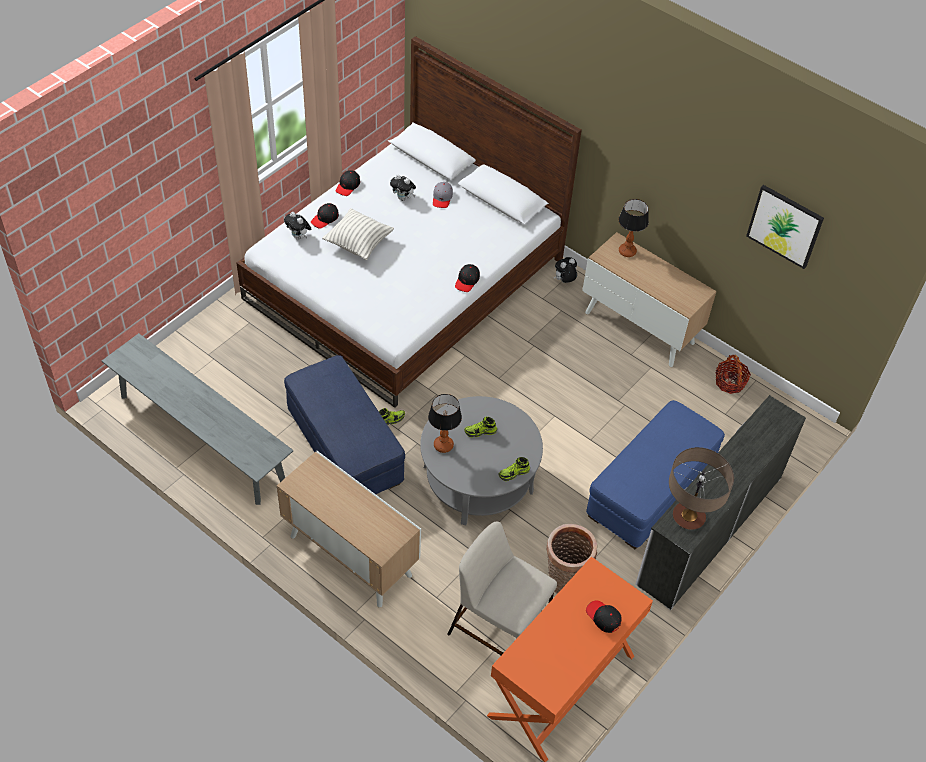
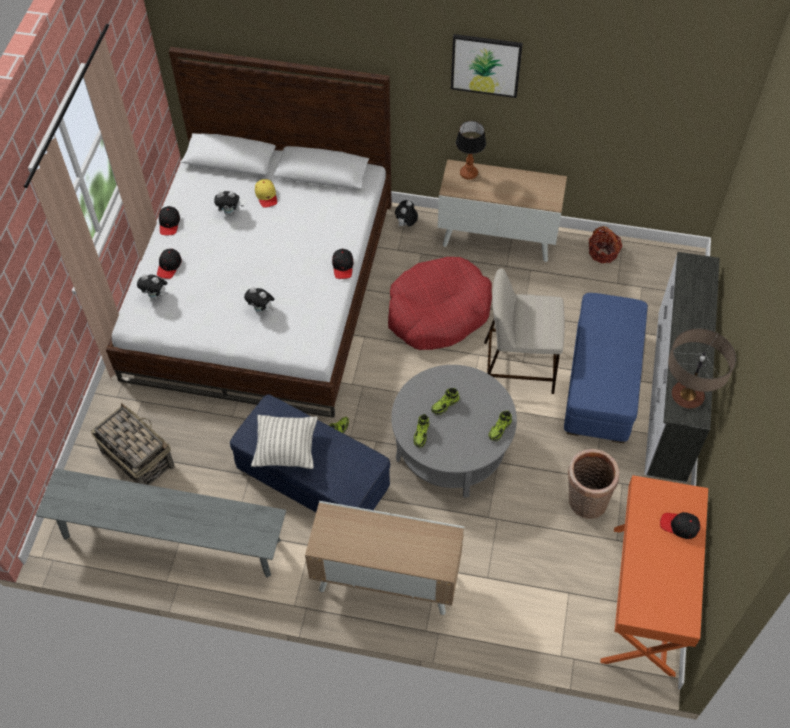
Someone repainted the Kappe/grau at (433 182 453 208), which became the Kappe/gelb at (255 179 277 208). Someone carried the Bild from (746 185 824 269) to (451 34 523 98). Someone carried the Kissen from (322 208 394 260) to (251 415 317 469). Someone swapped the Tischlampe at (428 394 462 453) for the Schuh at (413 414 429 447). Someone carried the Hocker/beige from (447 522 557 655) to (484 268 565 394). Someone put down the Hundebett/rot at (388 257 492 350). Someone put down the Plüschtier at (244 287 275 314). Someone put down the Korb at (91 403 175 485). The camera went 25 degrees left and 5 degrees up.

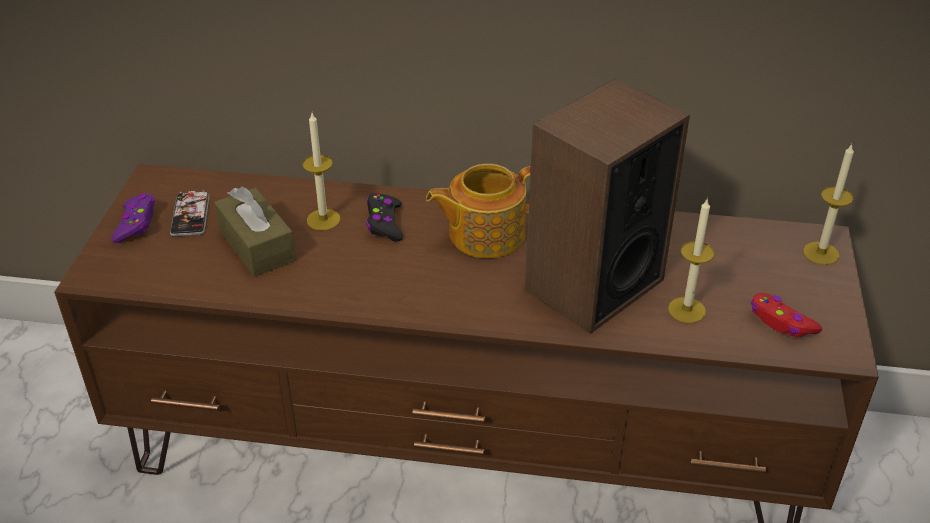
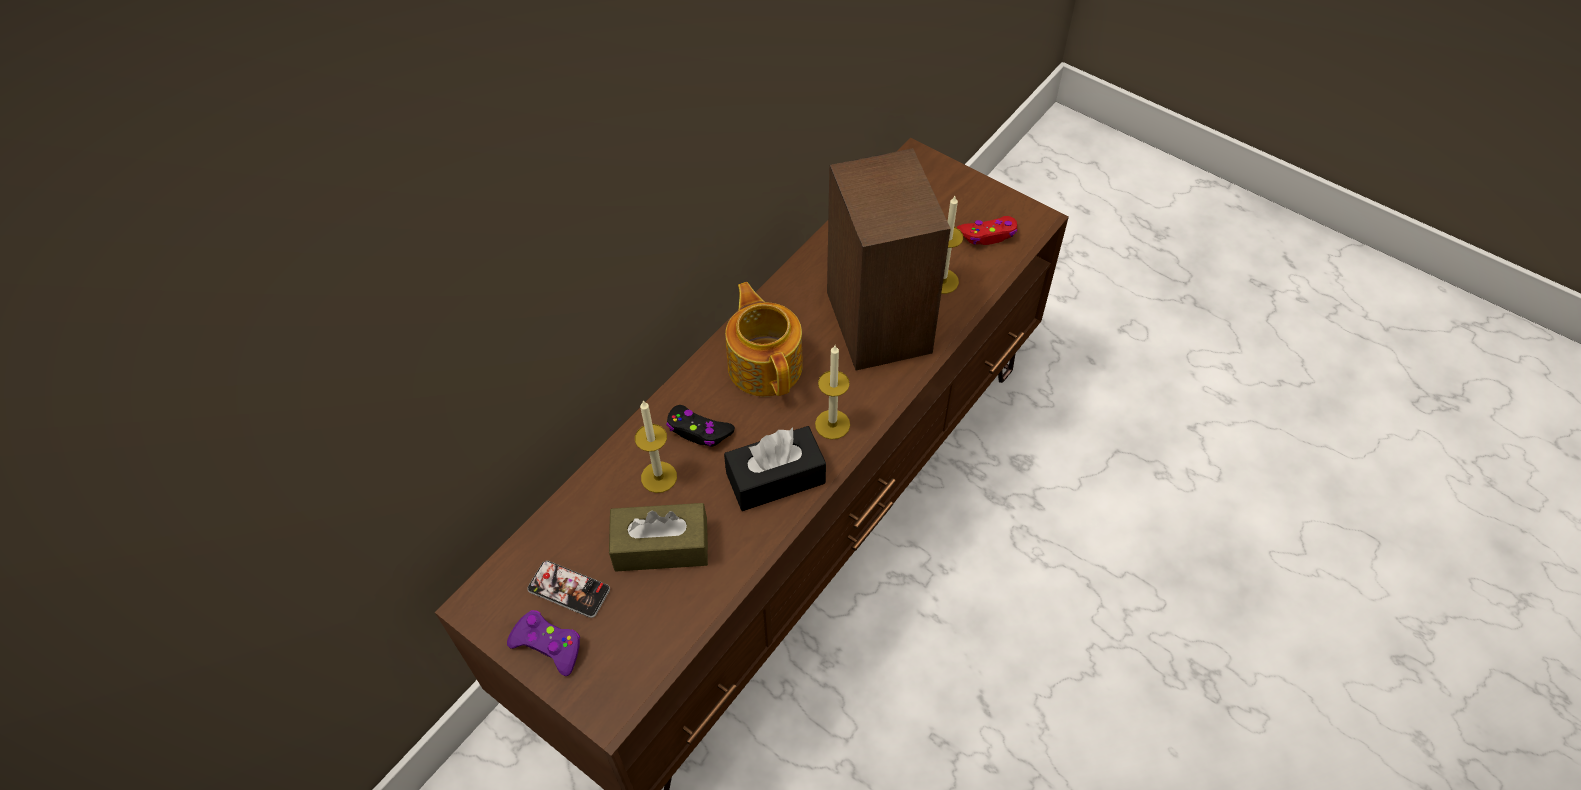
Someone carried the Kerze from (803 144 854 265) to (815 345 850 439). Someone rotated the Teekanne at (426 164 531 258) by 150 degrees clockwise. Someone put down the Taschentuchbox/schwarz at (724 426 826 511). The camera went 60 degrees left and 15 degrees up.

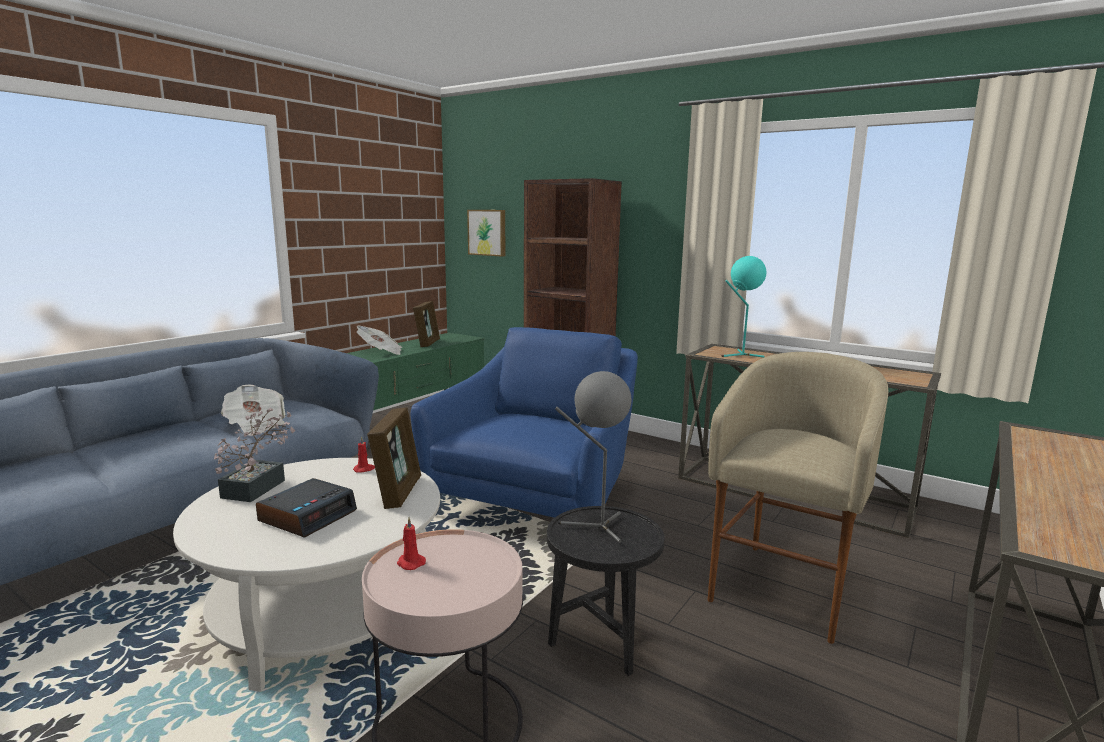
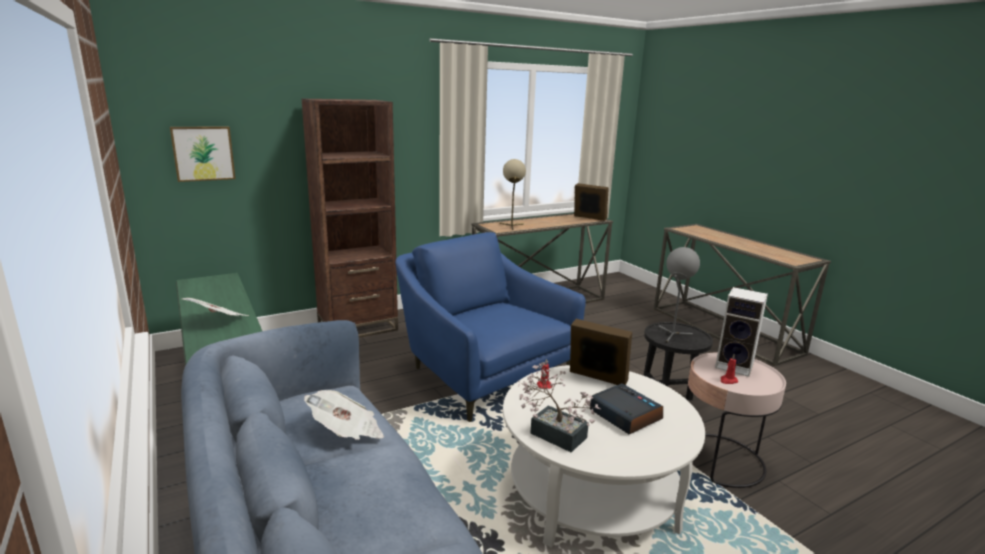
Someone repainted the Tischlampe/türkis at (722 256 766 358), which became the Tischlampe/beige at (499 159 526 230). Someone carried the Bilderrahmen from (413 301 440 347) to (574 183 609 221). Someone took away the Hocker/beige at (708 352 888 644). Someone put down the Lautsprecher at (715 287 768 377). The camera went 65 degrees left and 5 degrees up.

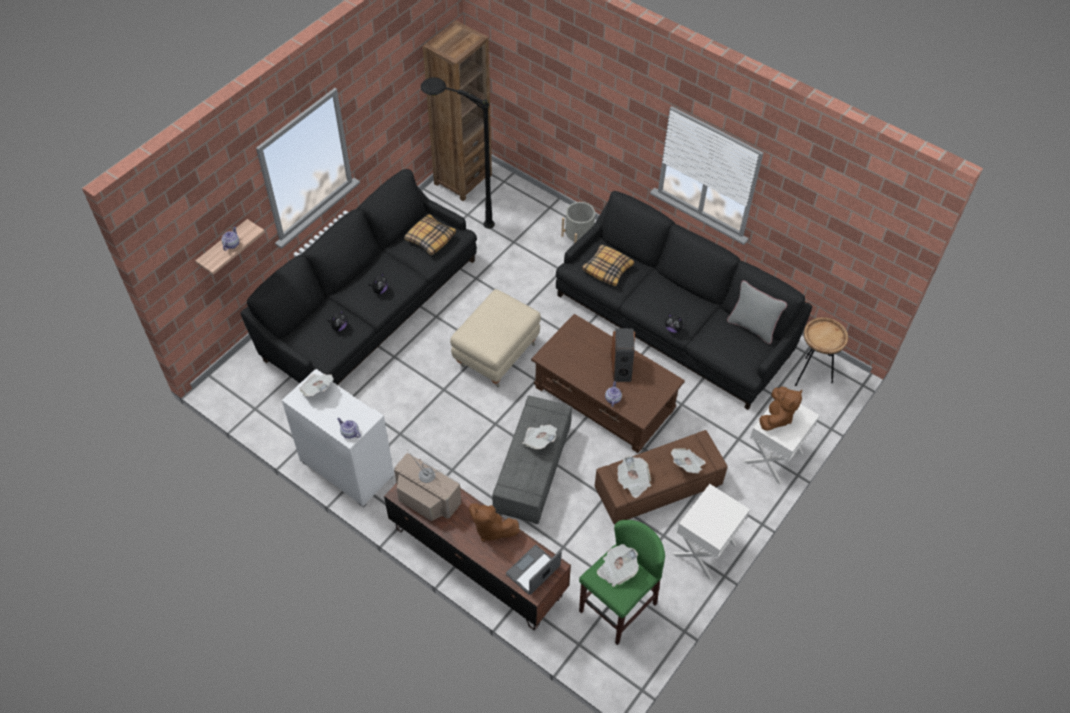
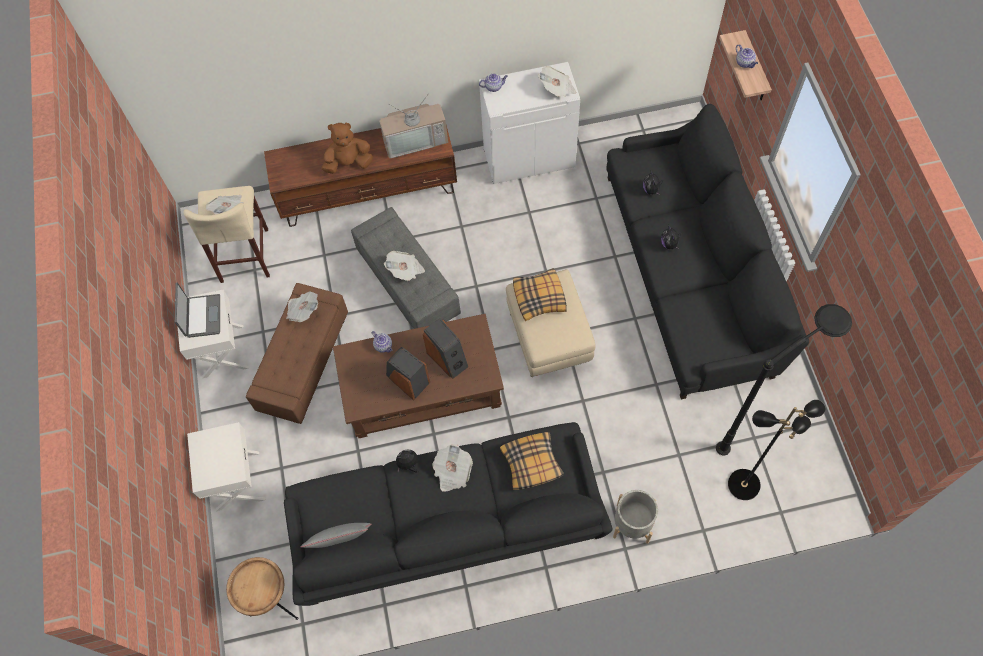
Someone took away the Bücherregal/braun at (423 20 492 201). Someone carried the Kissen from (404 214 456 256) to (513 268 567 321). Someone took away the Plüschtier/braun at (759 386 802 431). Someone carried the Zeitung from (671 448 706 474) to (432 444 473 492). Someone repainted the Hocker/grün at (579 520 665 645), which became the Hocker/beige at (184 186 270 283). Someone carried the Laptop from (506 544 561 595) to (175 283 220 338). Someone put down the Lautsprecher at (423 318 468 379). Someone put down the Stehlampe/schwarz at (728 400 825 500). The camera went 135 degrees right and 10 degrees up.

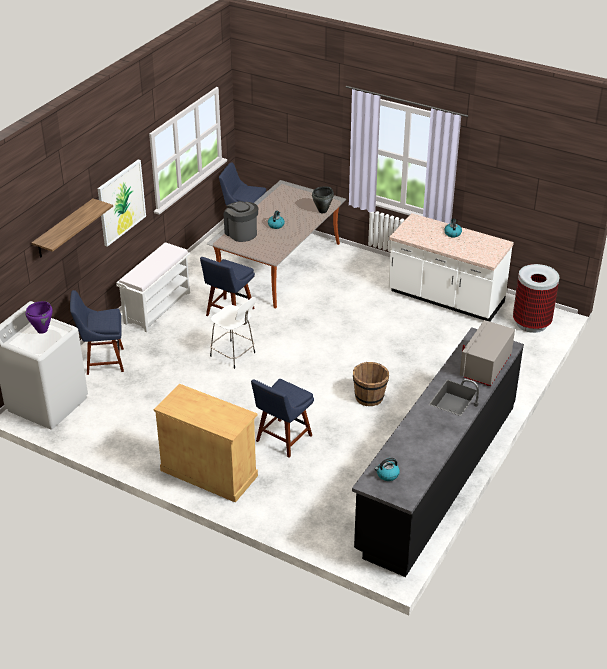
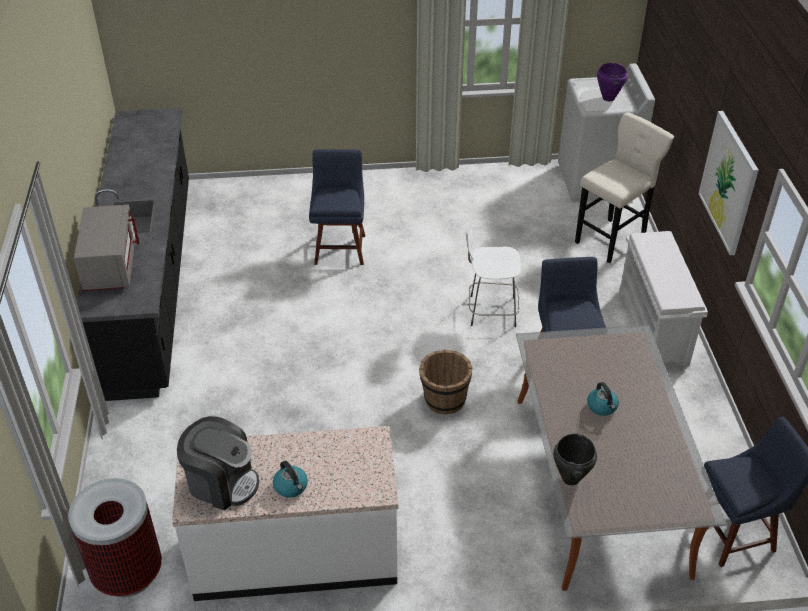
Someone took away the Wandregal at (32 199 113 258). Someone carried the Kaffeemaschine from (224 201 258 242) to (177 416 259 510). Someone swapped the Stuhl/blau at (70 290 124 375) for the Hocker/beige at (575 112 674 263). Someone carried the Eimer/braun from (353 362 389 406) to (419 350 473 414). Someone took away the Schrank/beige at (154 384 258 503). Someone took away the Wasserkessel at (375 458 400 481). The camera went 145 degrees right and 5 degrees up.

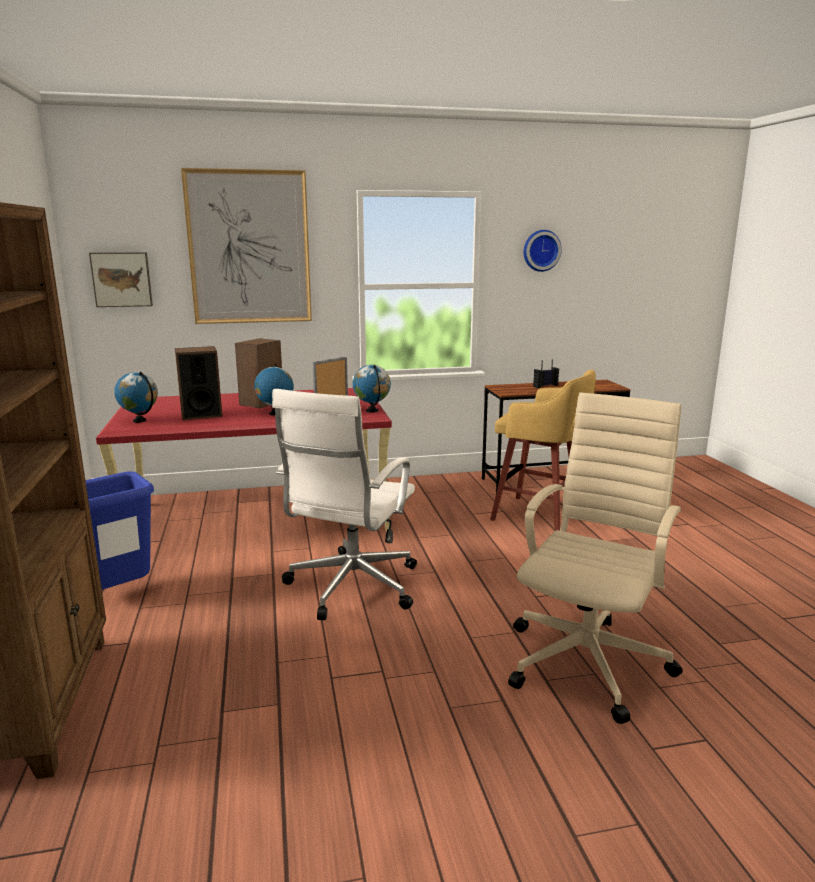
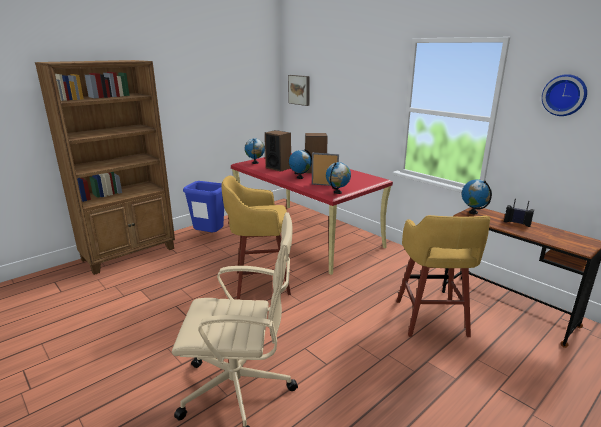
Someone took away the Bild at (181 168 312 324). Someone swapped the Bürostuhl/weiß at (272 389 417 620) for the Hocker/gelb at (221 175 291 299). Someone put down the Globus at (462 179 492 214). The camera went 60 degrees right and 5 degrees up.

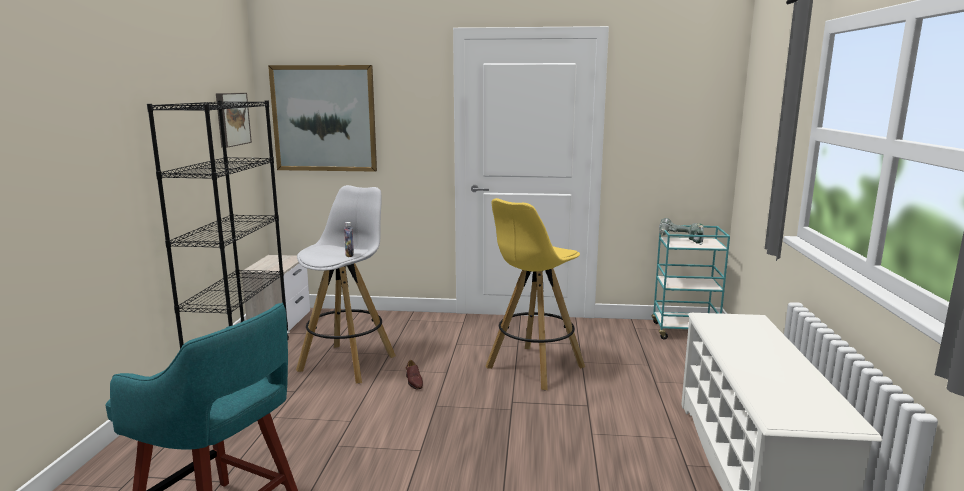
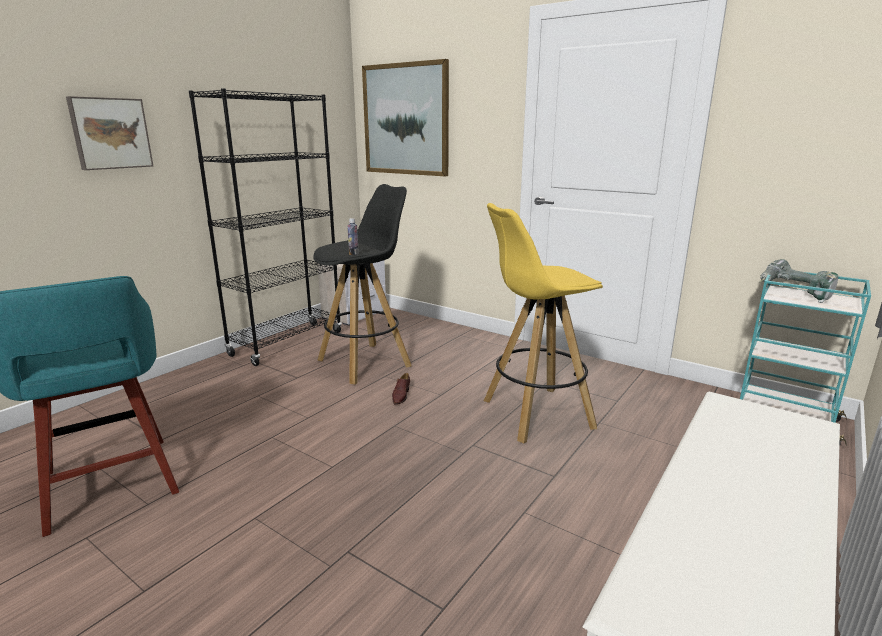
Someone carried the Bild from (216 93 252 148) to (66 96 153 170). Someone repainted the Hocker/weiß at (296 185 396 384), which became the Hocker/schwarz at (313 184 411 385). The camera went 30 degrees right and 5 degrees up.

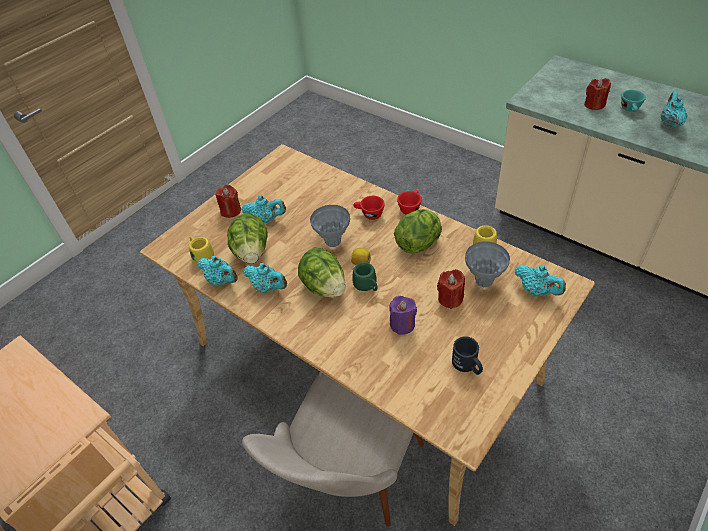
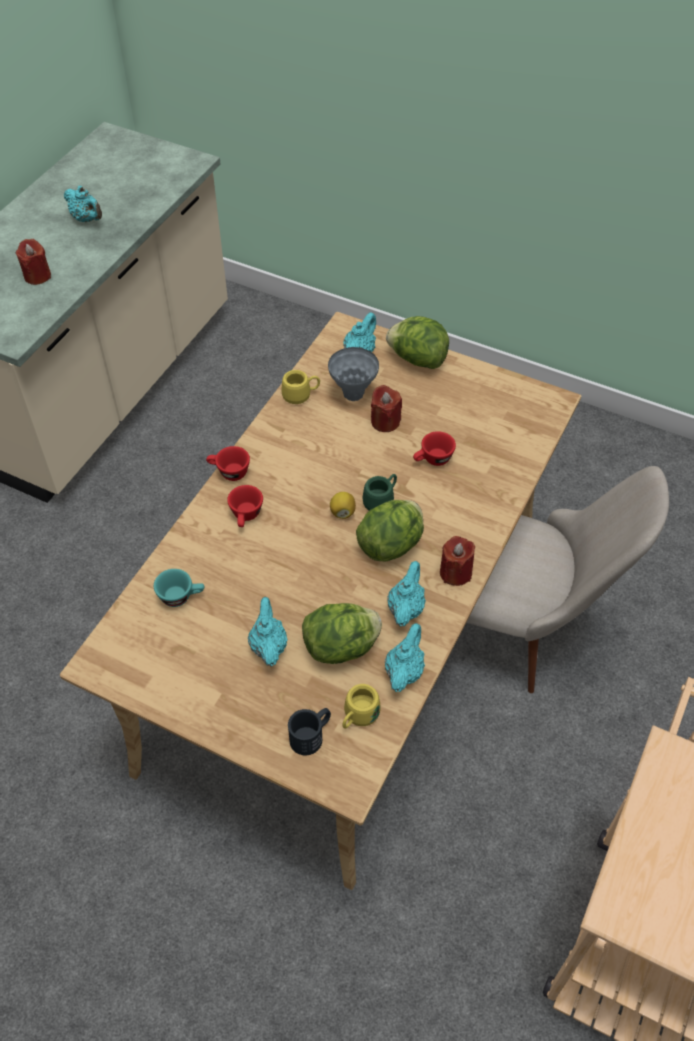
Someone carried the Tasse/türkis from (621 90 646 112) to (154 569 204 607). Someone rotated the Teekanne/türkis at (661 91 687 128) by 135 degrees counterclockwise. Someone carried the Kerze/rot from (215 185 241 218) to (440 536 475 586). Someone took away the Vase/grau at (310 205 350 247). Someone carried the Salatkopf from (394 209 442 253) to (386 316 449 369). Someone swapped the Kerze/lila at (389 296 417 335) for the Tasse/rot at (413 431 456 466). Someone carried the Henkelbecher/schwarz from (452 336 483 375) to (288 708 331 755). The camera went 105 degrees left and 5 degrees up.

